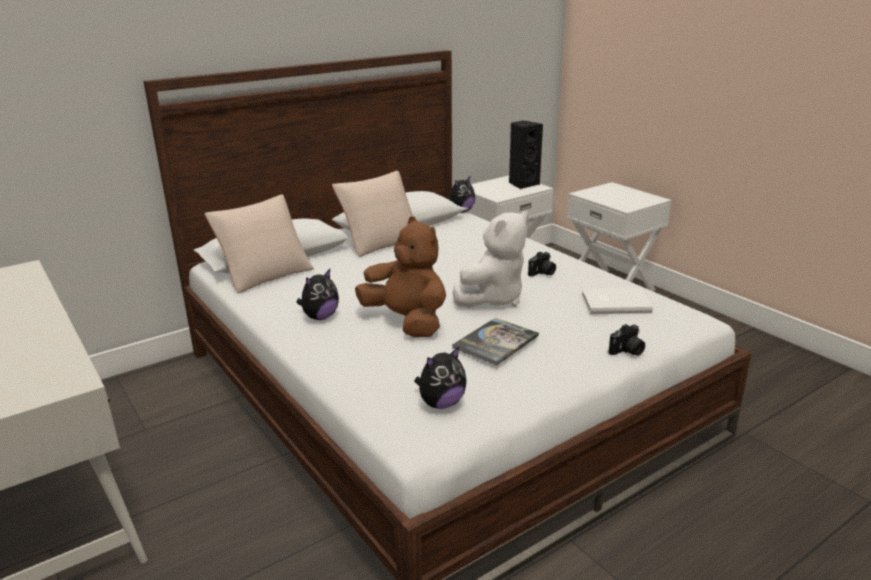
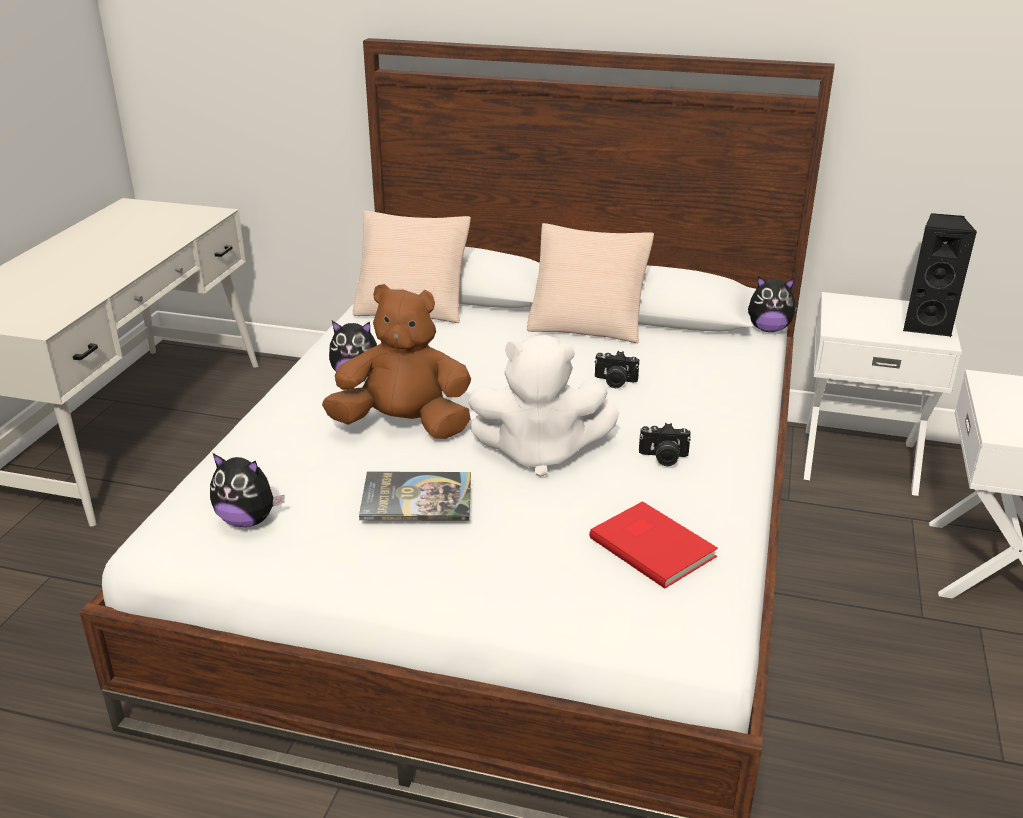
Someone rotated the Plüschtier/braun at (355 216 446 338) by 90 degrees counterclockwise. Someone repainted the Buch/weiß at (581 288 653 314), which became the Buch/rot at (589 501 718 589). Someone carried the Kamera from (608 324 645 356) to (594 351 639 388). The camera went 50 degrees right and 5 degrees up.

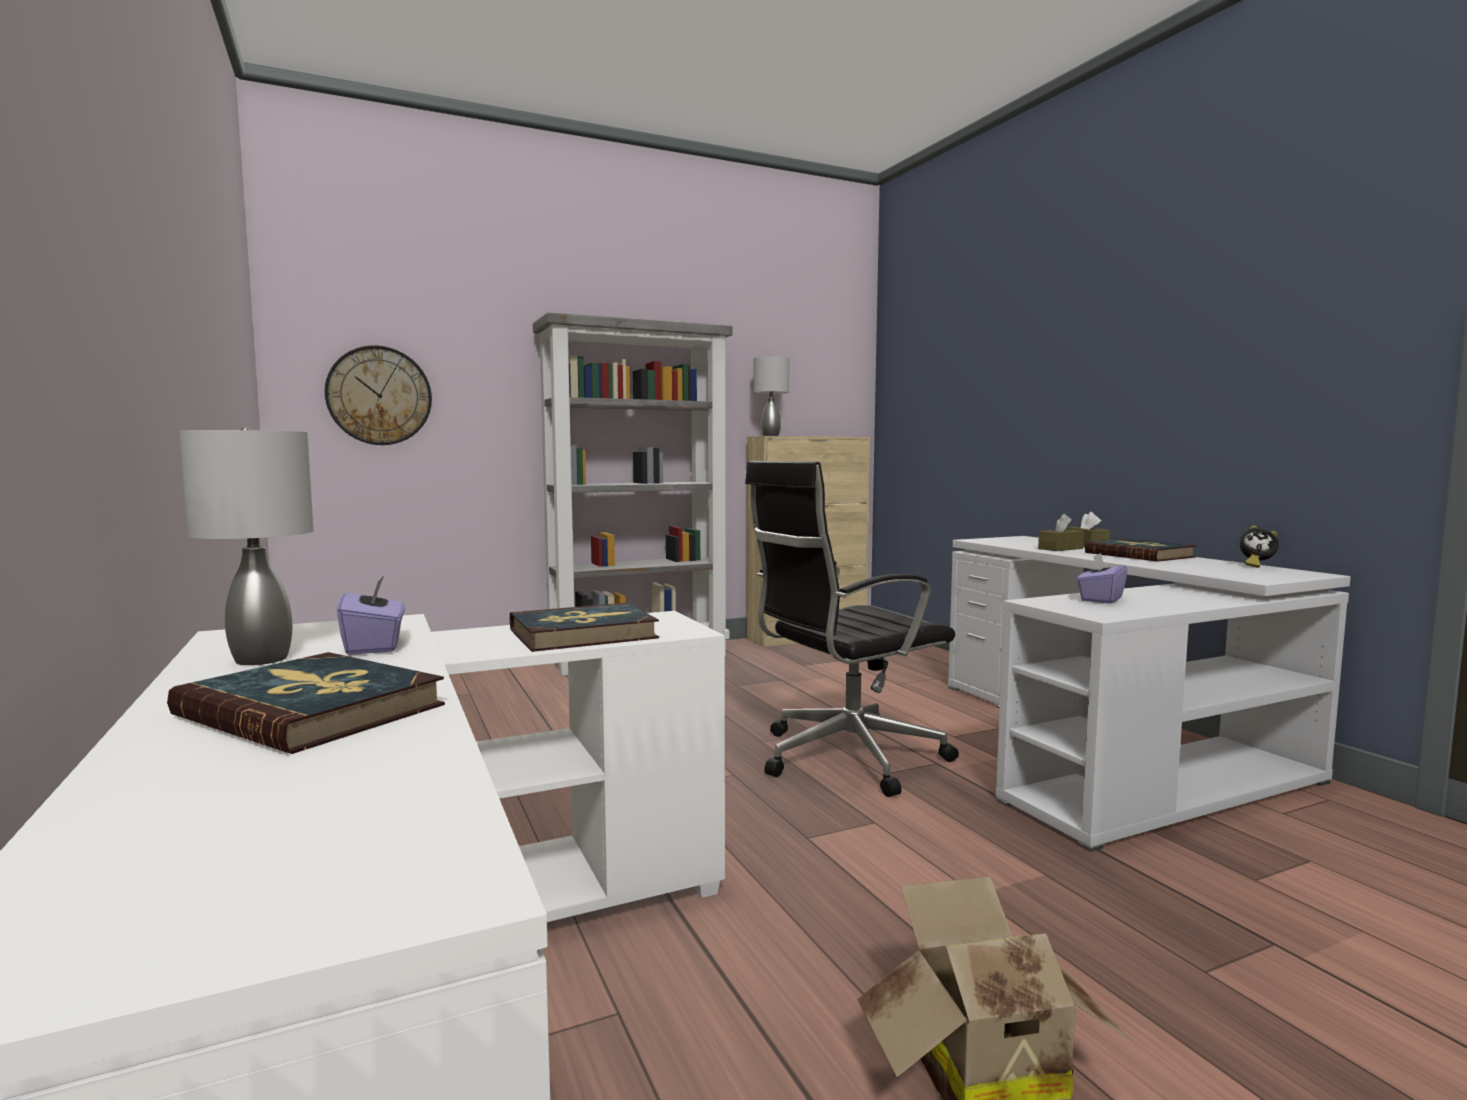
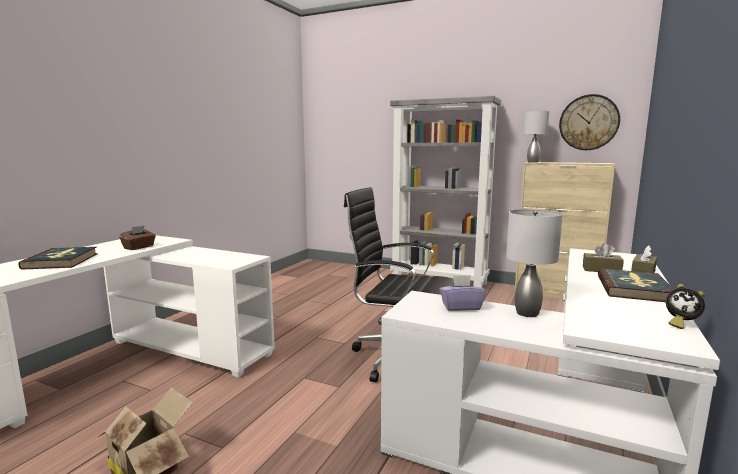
Someone carried the Wanduhr from (325 346 432 445) to (559 94 620 150). Someone carried the Tischlampe/grau from (179 427 314 665) to (506 209 563 317). Someone rotated the Wecker at (1240 525 1279 568) by 45 degrees counterclockwise. Someone repainted the Taschentuchbox/lila at (337 576 405 655), which became the Taschentuchbox/braun at (119 225 156 250). Someone took away the Buch at (510 603 659 652). The camera went 50 degrees right and 5 degrees up.

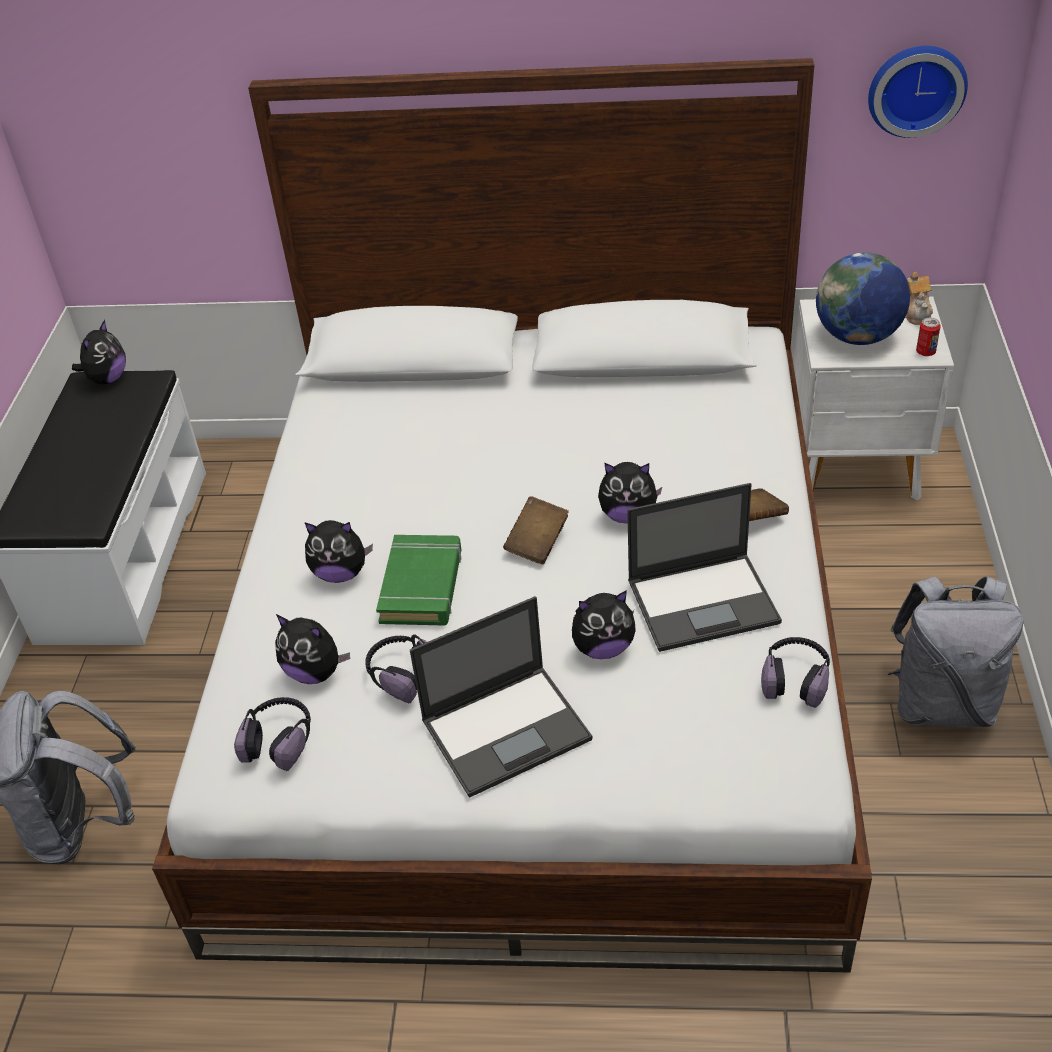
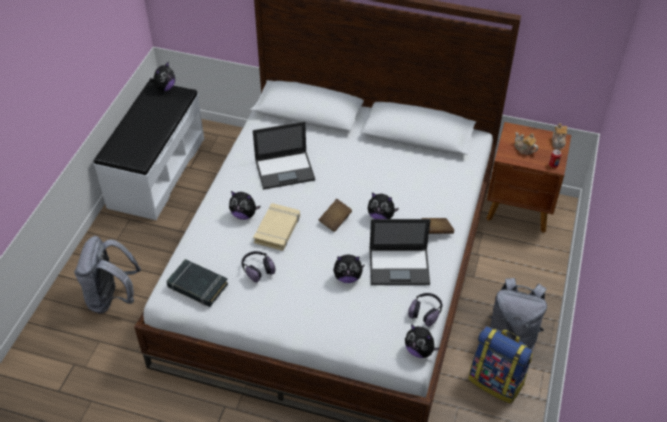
Someone took away the Wanduhr at (868 46 968 138). Someone swapped the Globus at (816 252 910 345) for the Teekanne at (514 132 538 155). Someone repainted the Nachttisch/weiß at (794 297 954 500), which became the Nachttisch/braun at (486 122 571 233). Someone repainted the Buch/grün at (376 535 462 626), which became the Buch/beige at (253 203 300 251). Someone carried the Laptop from (410 596 593 797) to (253 122 315 190). Someone carried the Plüschtier from (275 614 350 684) to (405 324 440 358). Someone swapped the Kopfhörer at (234 697 311 771) for the Buch/schwarz at (166 259 228 307). Someone put down the Rucksack at (469 326 533 404). The camera went 10 degrees right and 5 degrees up.

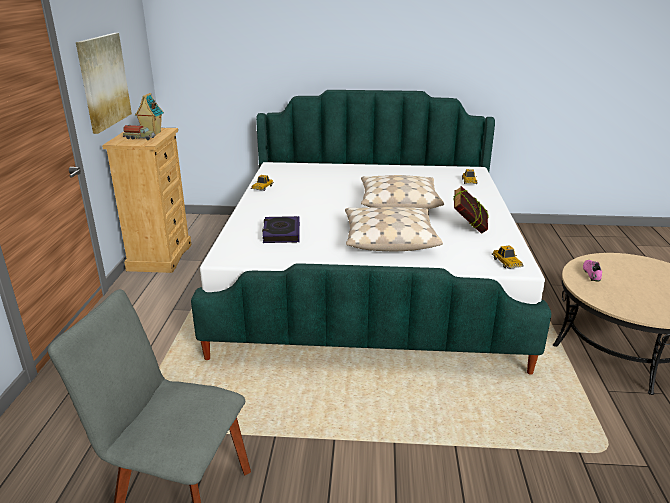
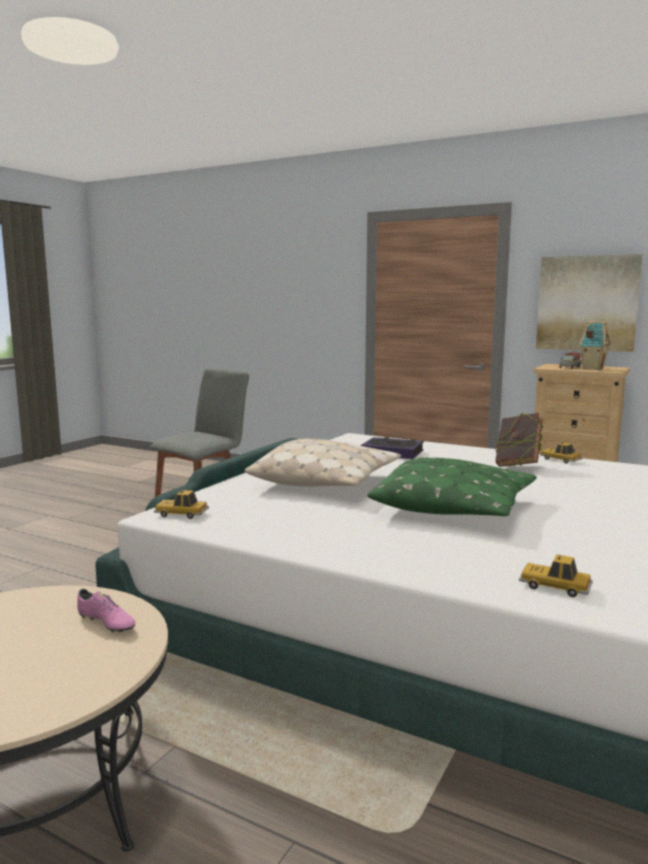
Someone repainted the Kissen/beige at (361 175 444 209), which became the Kissen/grün at (367 457 537 516). Someone carried the Buch from (453 186 489 234) to (495 412 543 467). The camera went 115 degrees right and 15 degrees down.

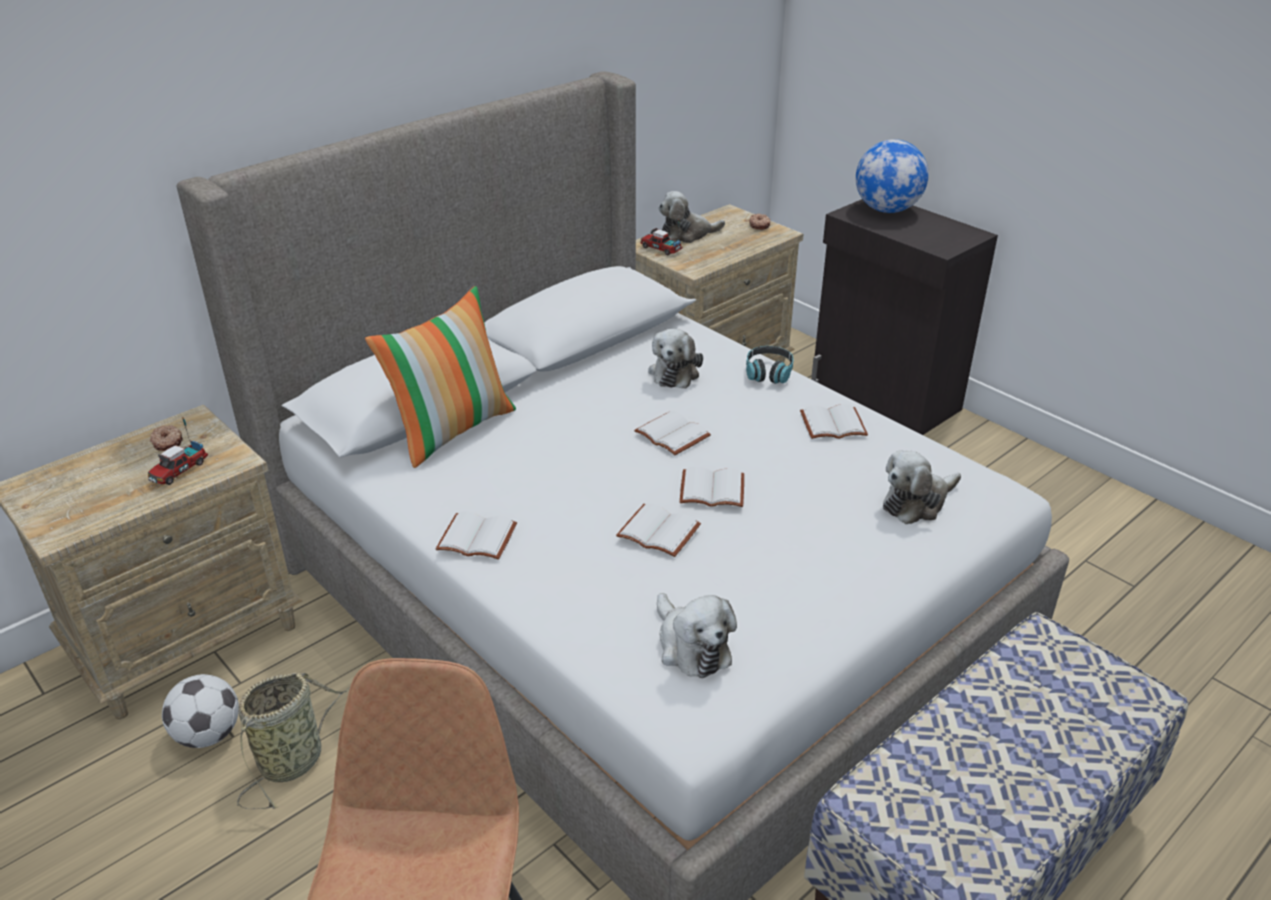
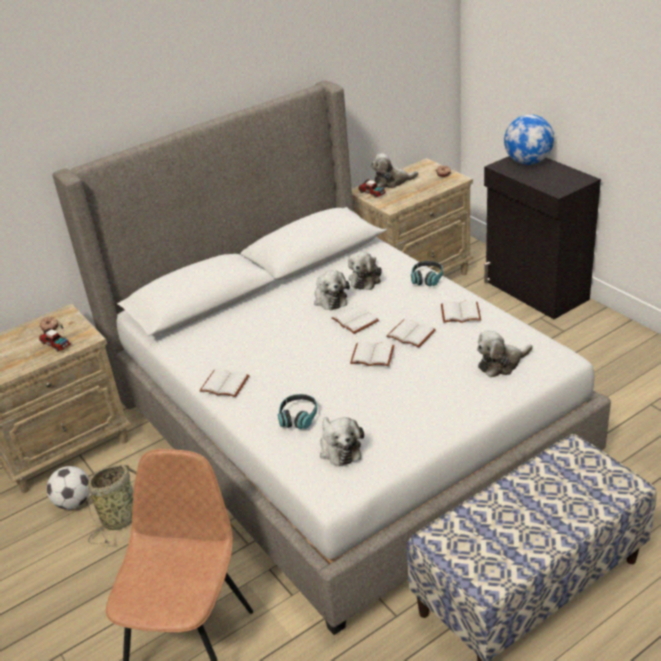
Someone took away the Kissen at (365 286 516 468). Someone rotated the Spielzeuglaster at (148 417 208 485) by 90 degrees clockwise. Someone carried the Buch/weiß from (616 503 701 557) to (386 319 436 347). Someone put down the Plüschtier at (314 270 350 310). Someone put down the Kopfhörer at (278 394 317 429). The camera went 10 degrees right and 0 degrees up.

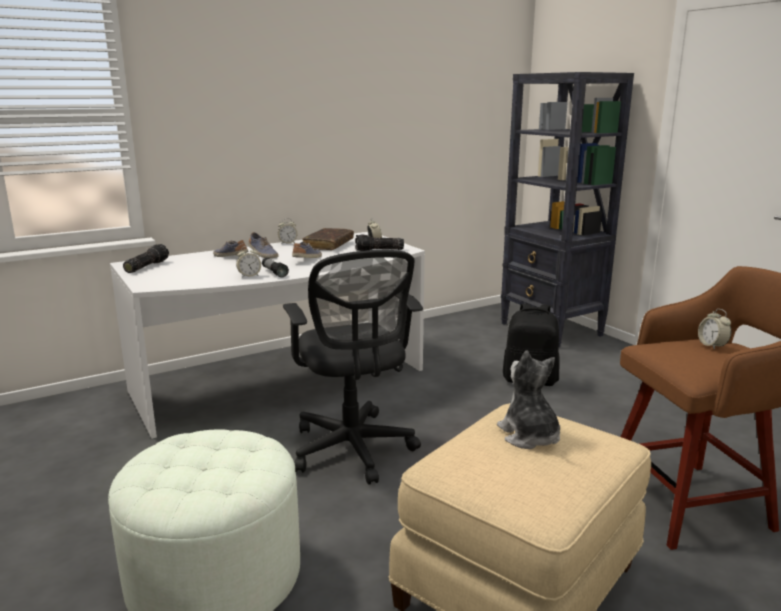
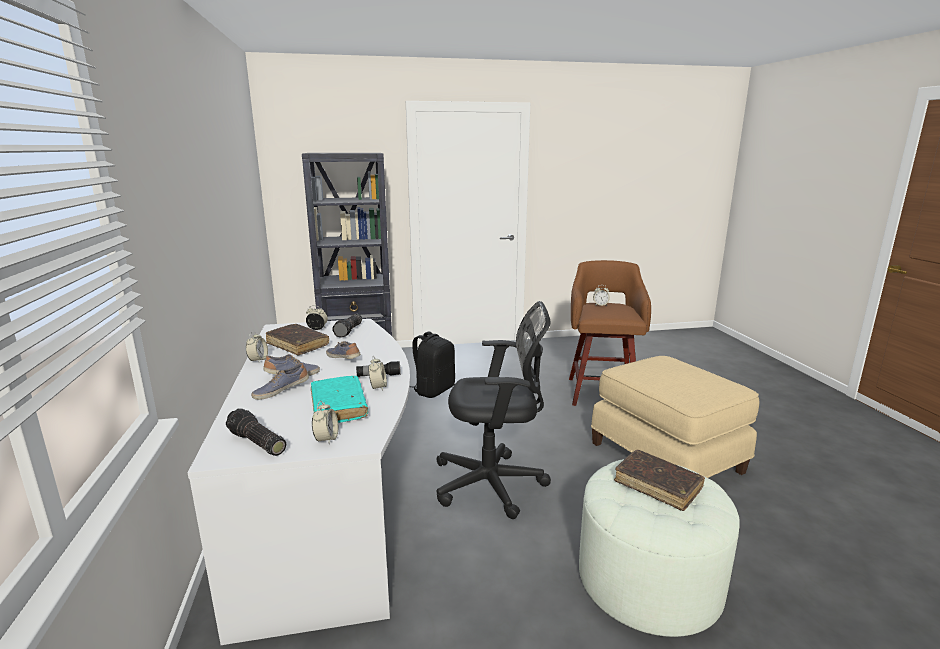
Someone took away the Plüschtier at (497 350 560 449). Someone put down the Buch/türkis at (311 376 368 423). Someone put down the Wecker at (312 401 338 445). Someone put down the Buch/braun at (614 450 705 511). The camera went 70 degrees left and 0 degrees up.

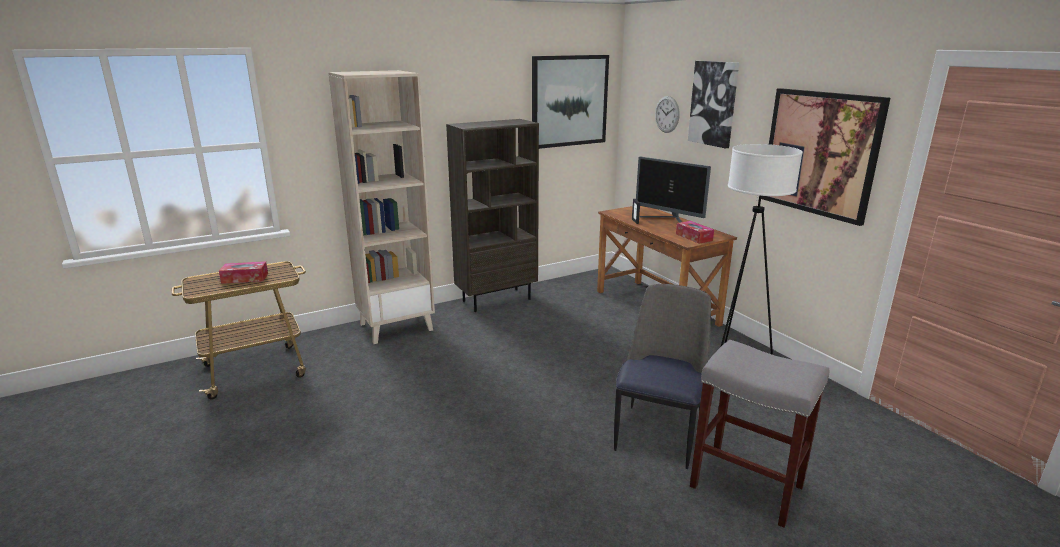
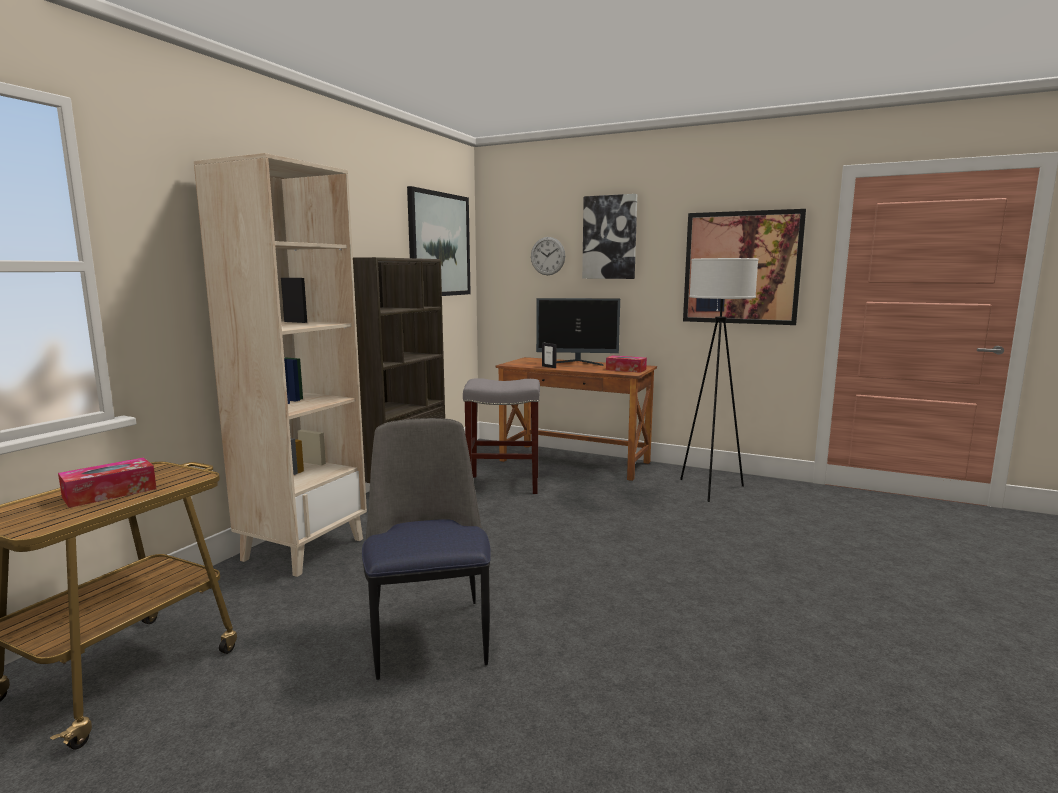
Someone carried the Stuhl from (614 284 711 469) to (362 418 491 680). Someone carried the Hocker/grau from (690 340 829 528) to (463 378 540 494). The camera went 35 degrees left and 10 degrees down.

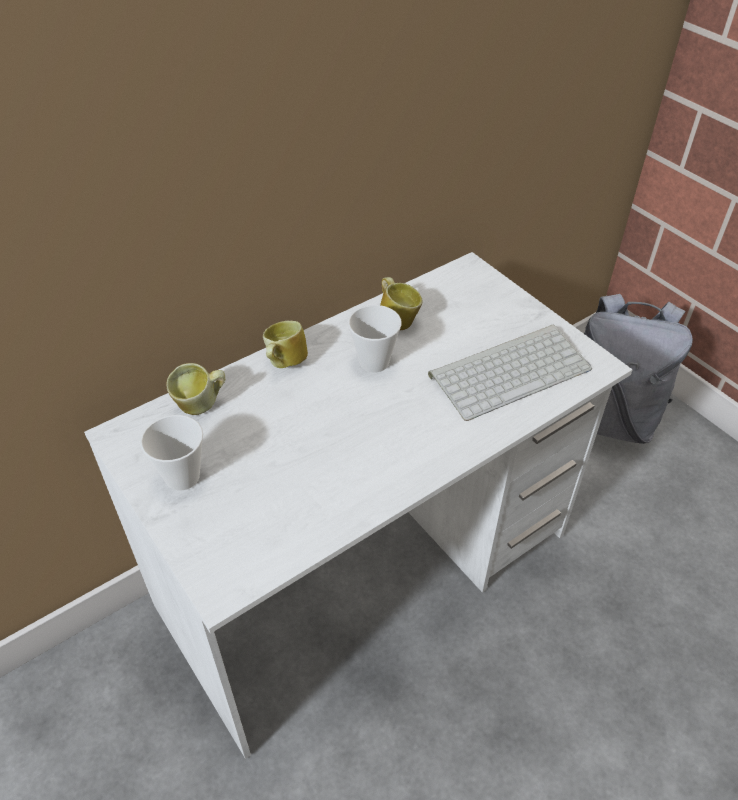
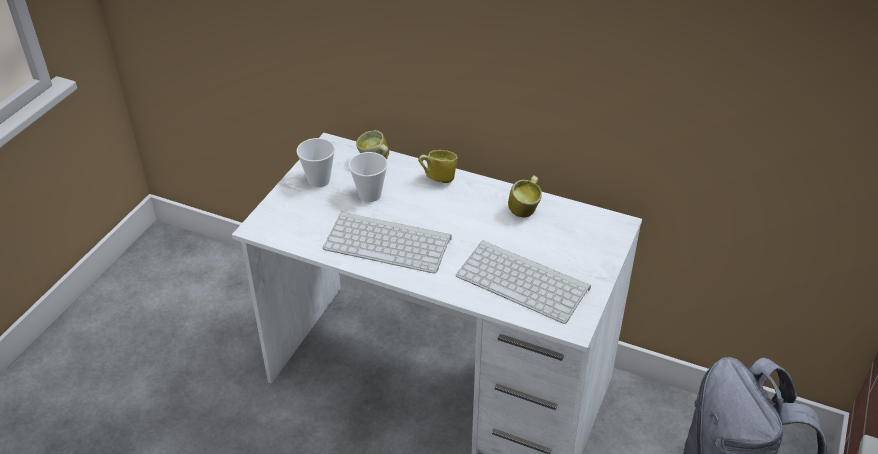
Someone carried the Tasse from (348 305 402 373) to (349 152 388 202). Someone put down the Tastatur at (323 212 452 274). The camera went 60 degrees right and 5 degrees down.

